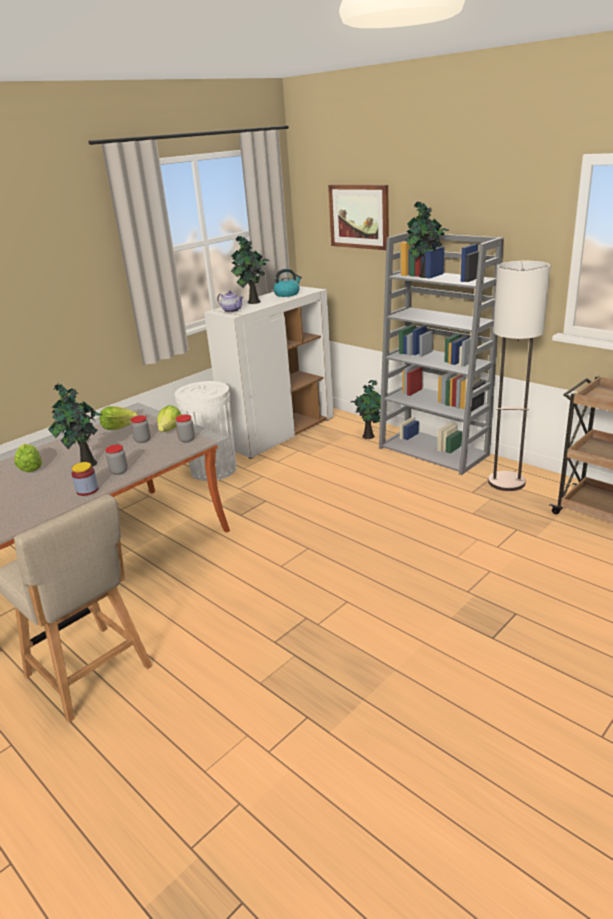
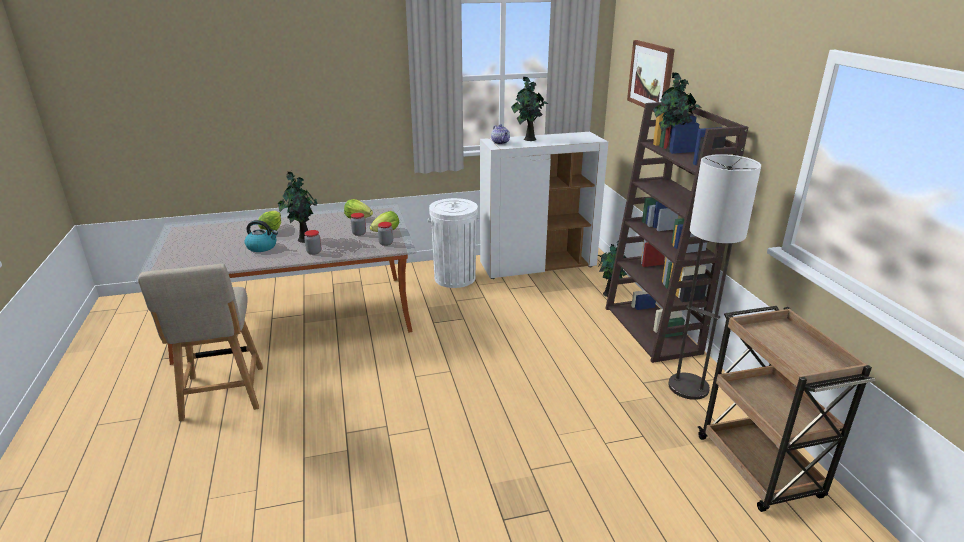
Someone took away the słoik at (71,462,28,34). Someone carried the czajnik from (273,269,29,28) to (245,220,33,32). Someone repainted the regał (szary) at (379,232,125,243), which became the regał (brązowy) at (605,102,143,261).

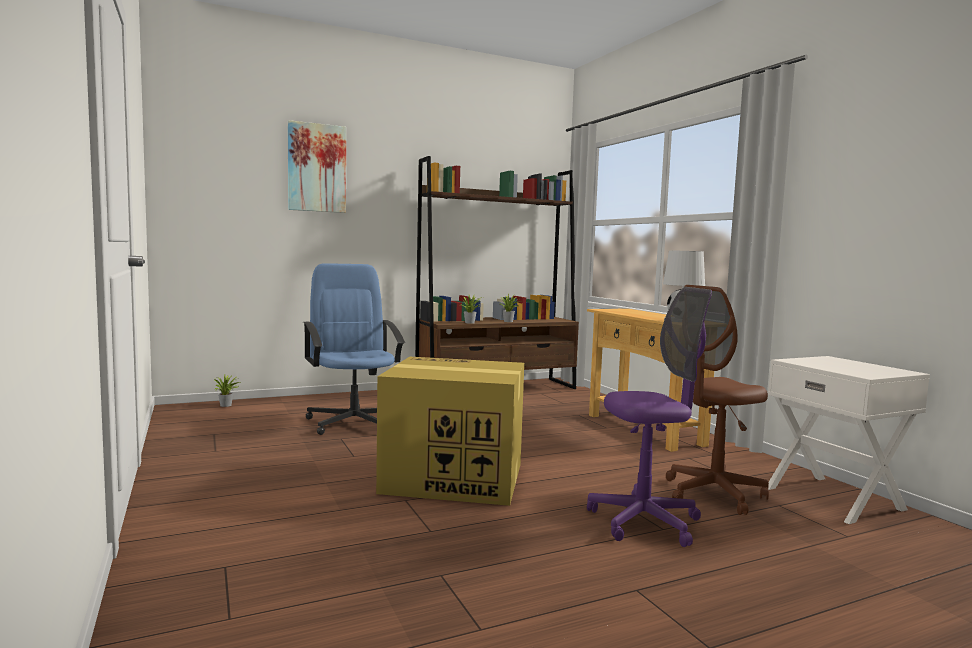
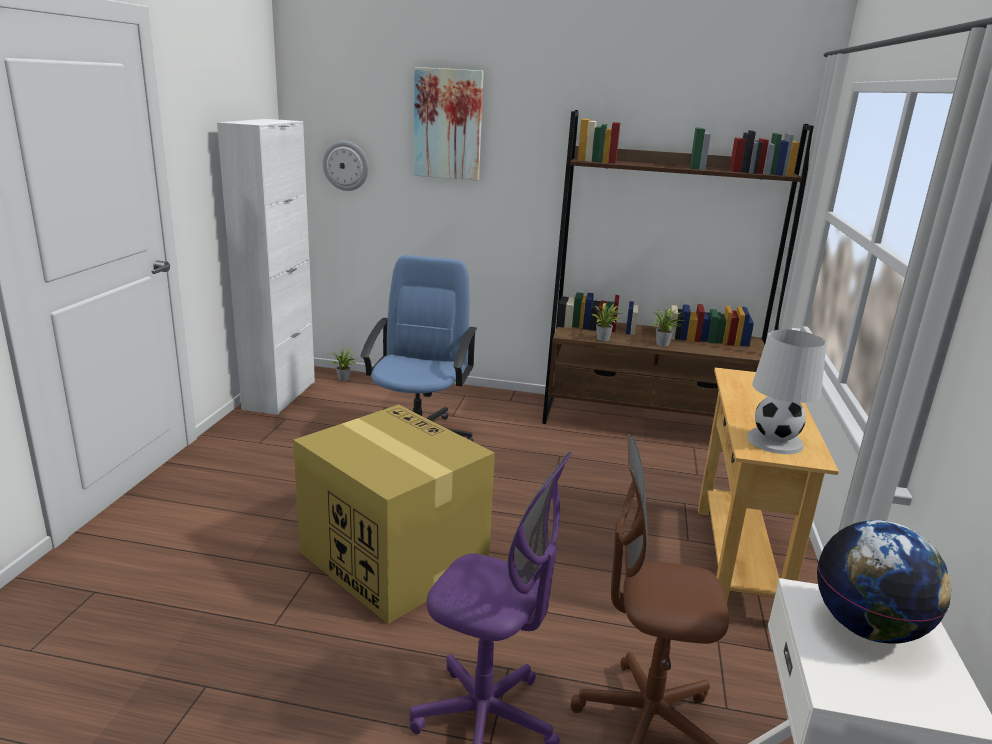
Someone put down the szafka (biały) at (217,119,98,296). Someone put up the zegar ścienny at (322,141,47,50). Someone put down the globus at (817,520,134,124).

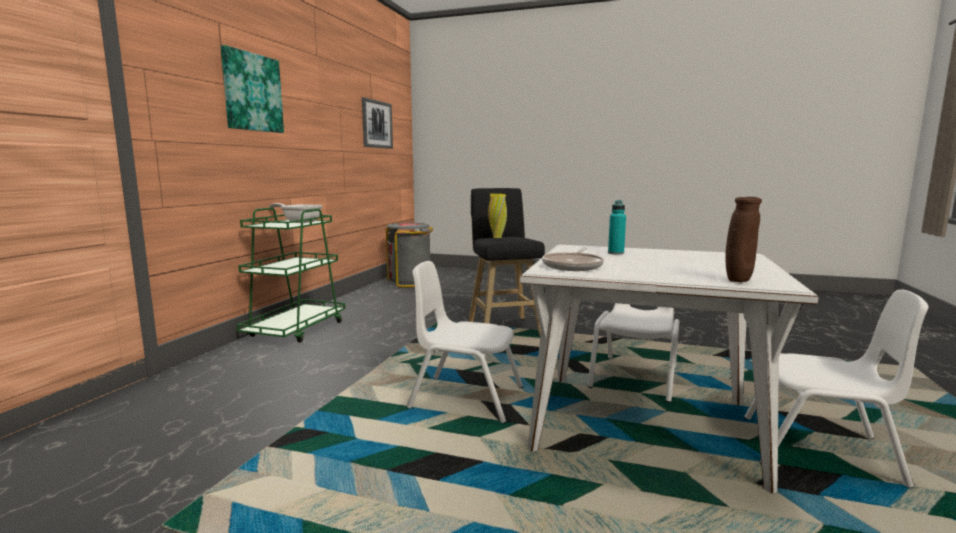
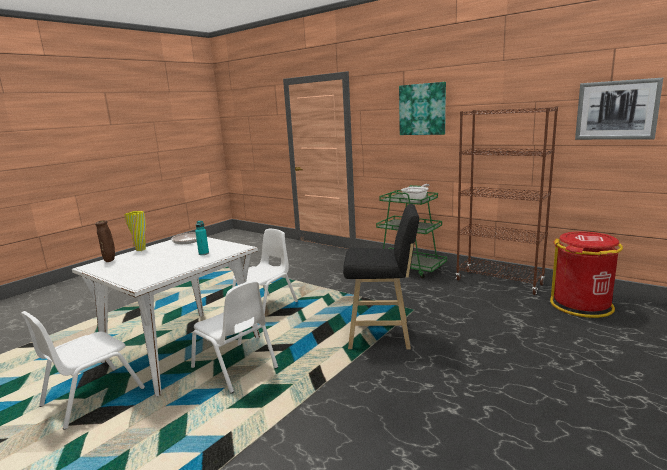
Someone repainted the kosz na śmieci (szary) at (386,223,47,65), which became the kosz na śmieci (czerwony) at (550,231,73,87). Someone carried the wazon (żółty) from (488,194,19,44) to (124,211,22,40). Someone put down the regał (brązowy) at (456,106,102,189).

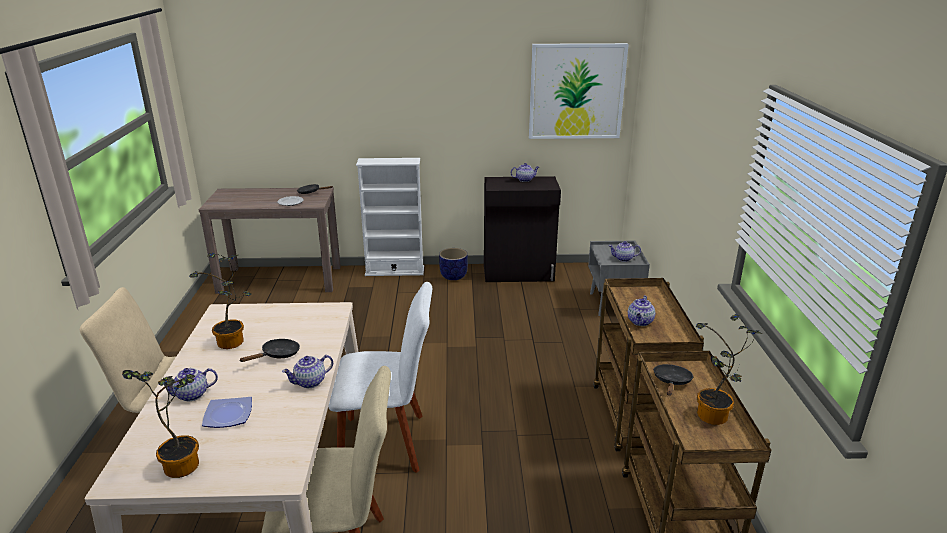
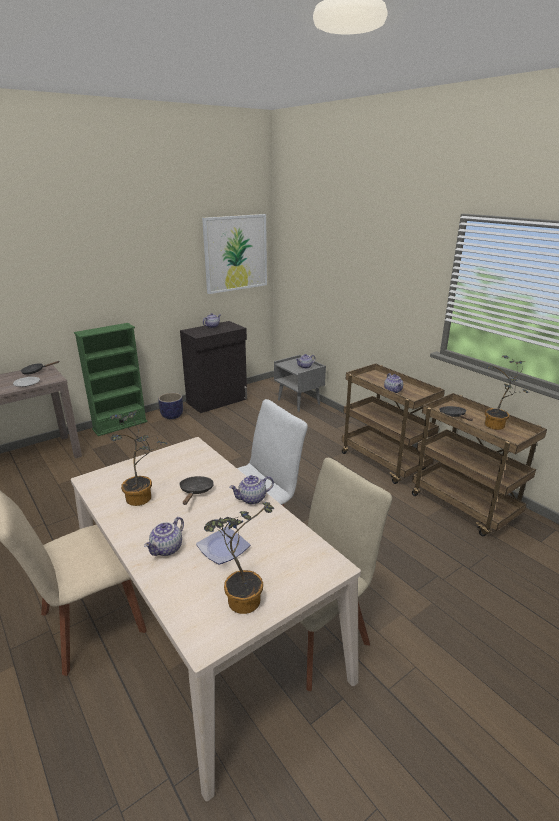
Someone rotated the imbryk at (282,355,51,33) by 45 degrees clockwise. Someone repainted the regał (biały) at (356,158,68,118), which became the regał (zielony) at (74,323,73,113).

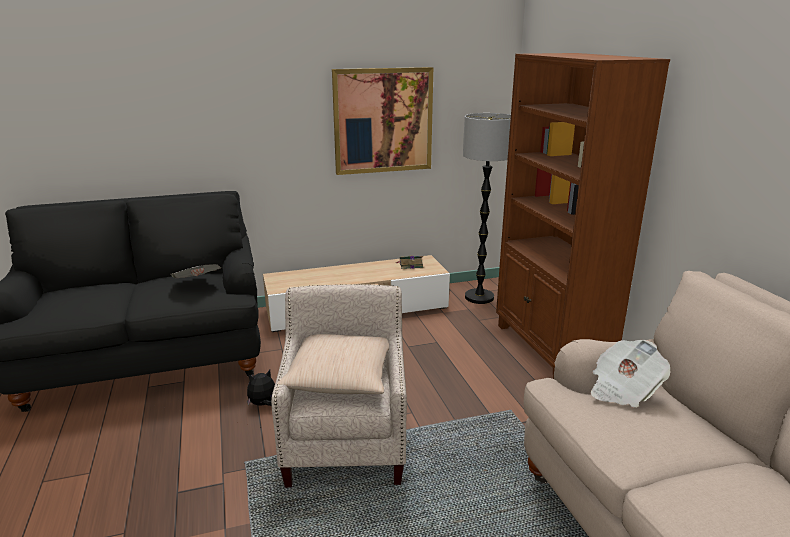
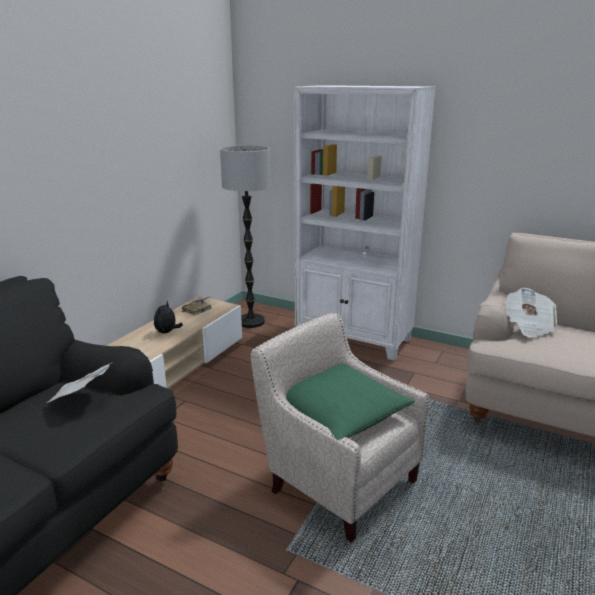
Someone carried the pluszak from (247,370,28,36) to (154,301,29,33). Someone repainted the poduszka (beżowy) at (277,334,112,60), which became the poduszka (zielony) at (286,364,129,76). Someone took away the obraz at (332,67,101,108). Someone repainted the regał (brązowy) at (496,53,174,326), which became the regał (biały) at (294,85,142,276).

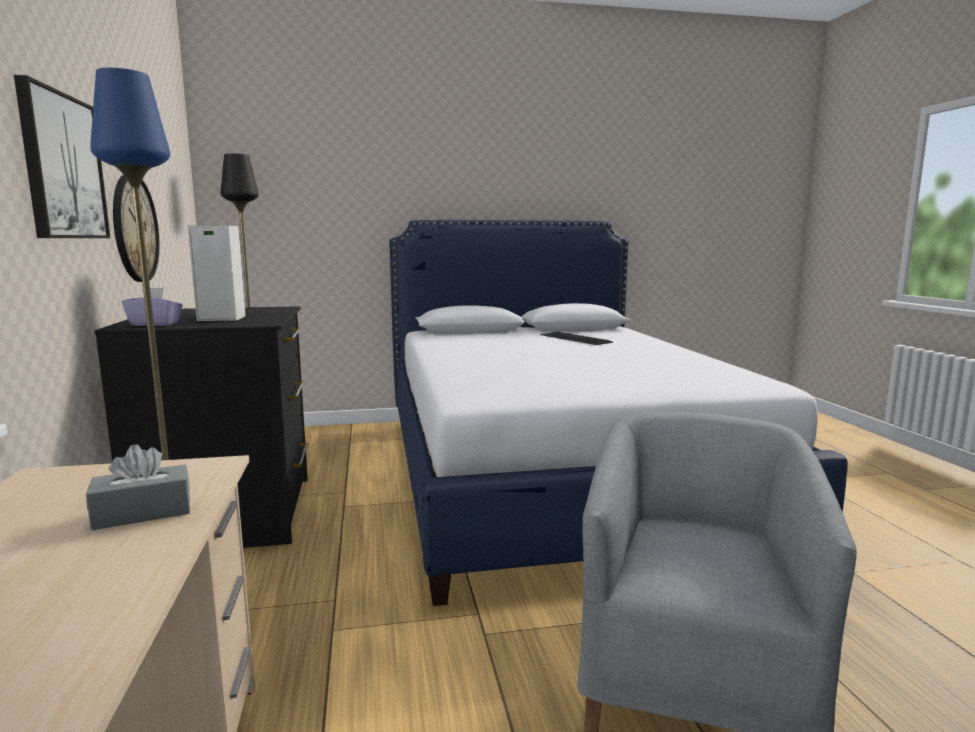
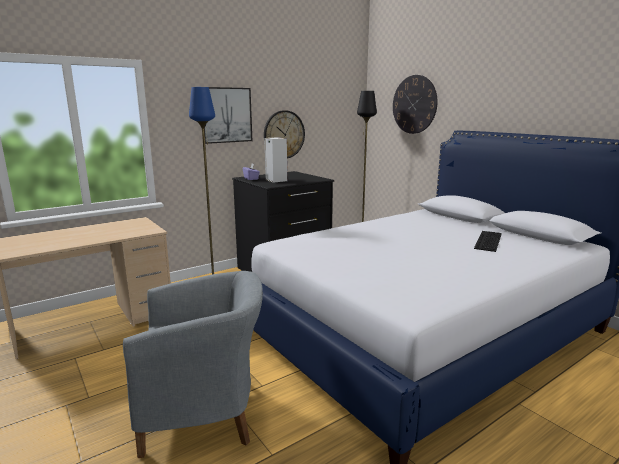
Someone took away the pudełko chusteczek (szary) at (86,444,104,86). Someone put up the zegar ścienny at (393,75,45,59).

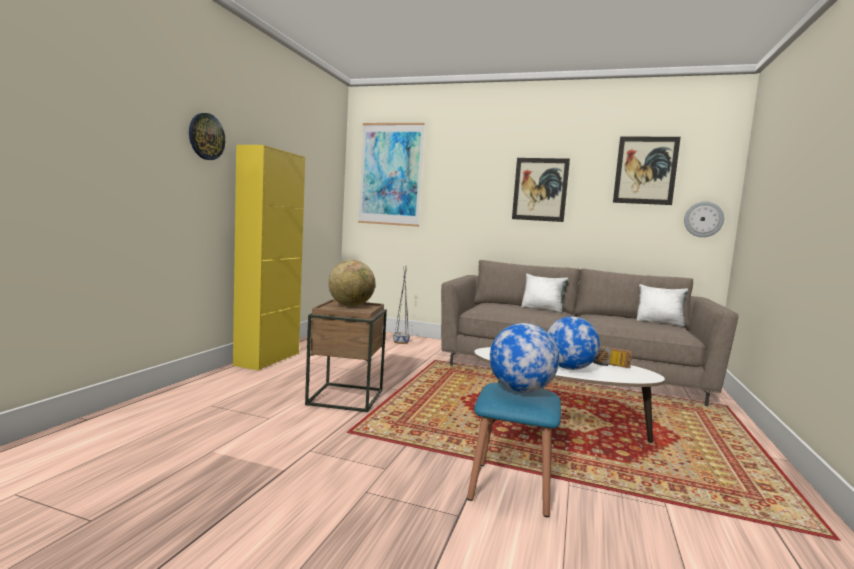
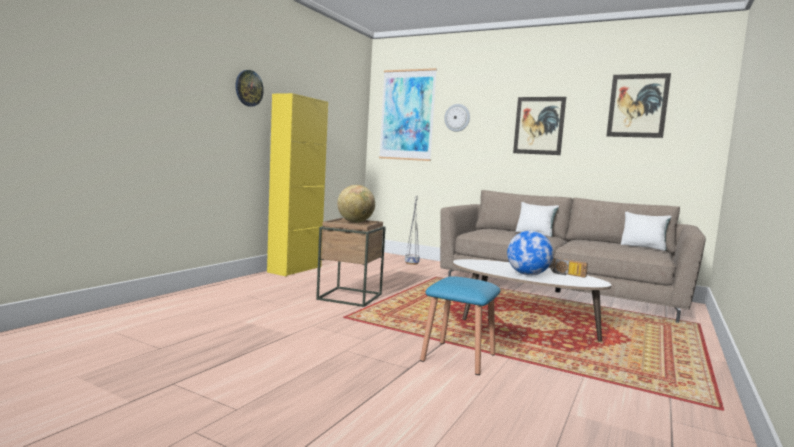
Someone took away the globus at (490,323,69,70). Someone carried the zegar ścienny from (684,201,40,36) to (444,104,26,28).

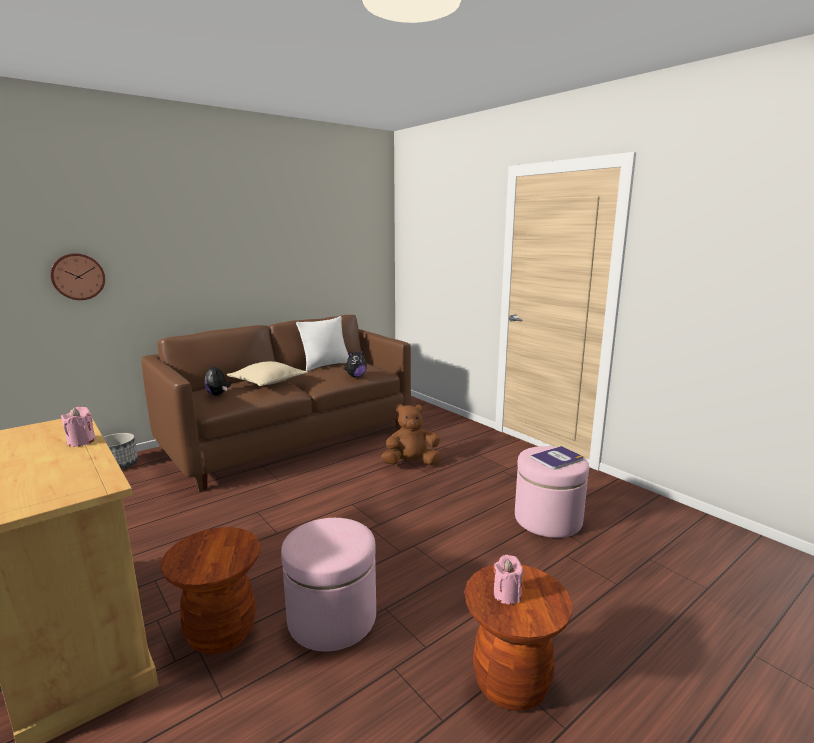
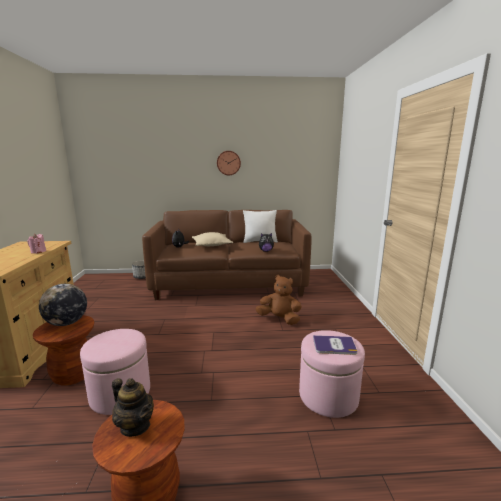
Someone carried the zegar ścienny from (50,253,55,47) to (217,151,24,24). Someone swapped the świeca (różowy) at (493,555,30,49) for the imbryk at (112,378,42,59). Someone put down the globus at (39,284,48,42).

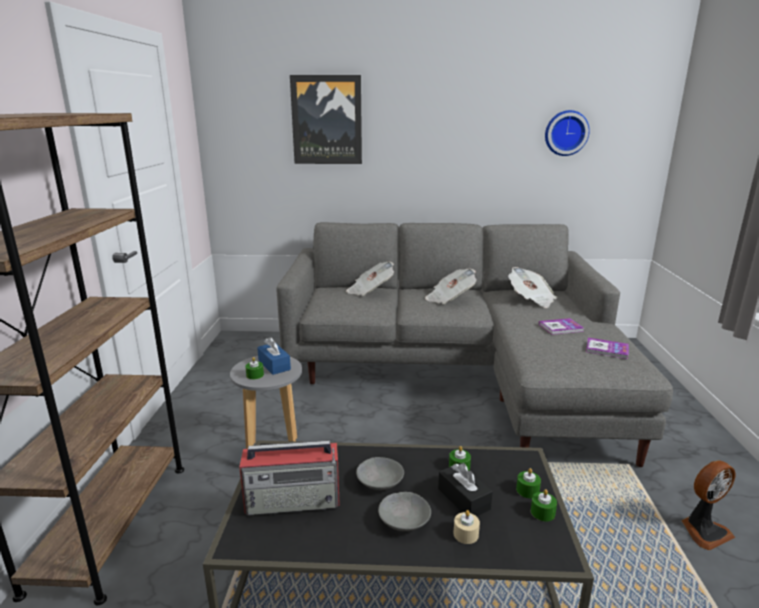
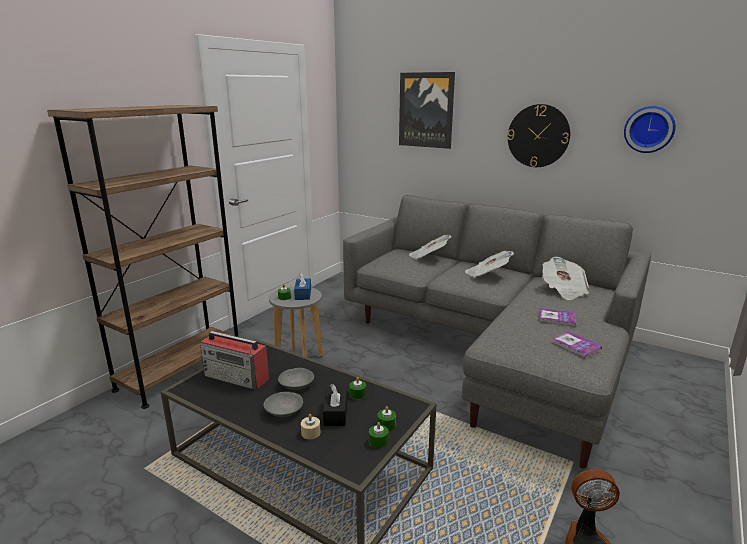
Someone put up the zegar ścienny at (507,104,63,63).

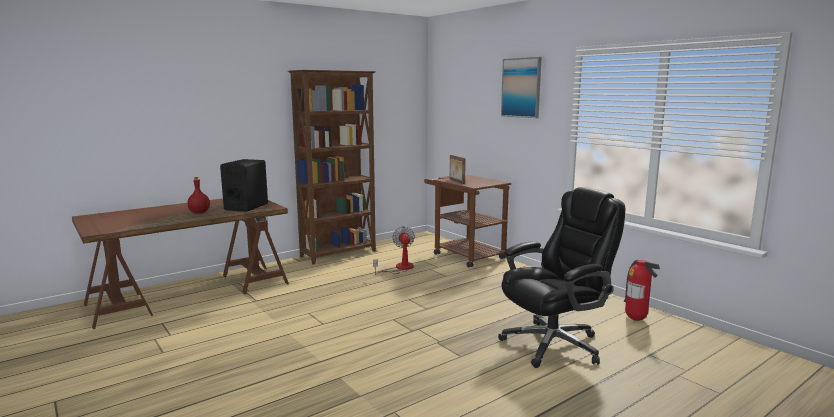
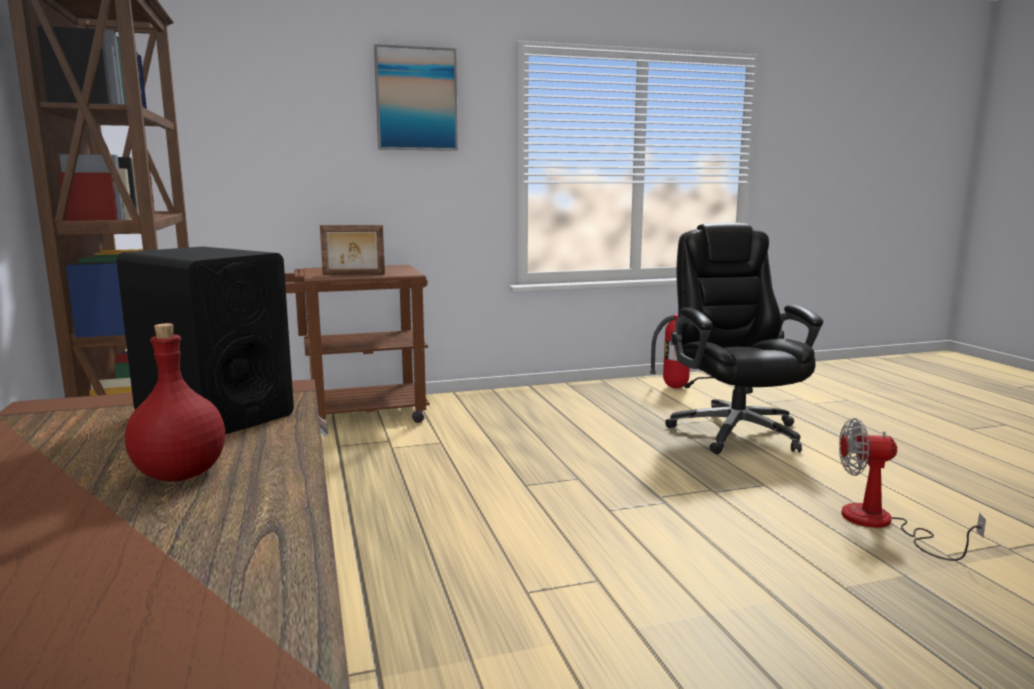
Someone carried the wentylator from (373,226,42,49) to (839,418,147,143).

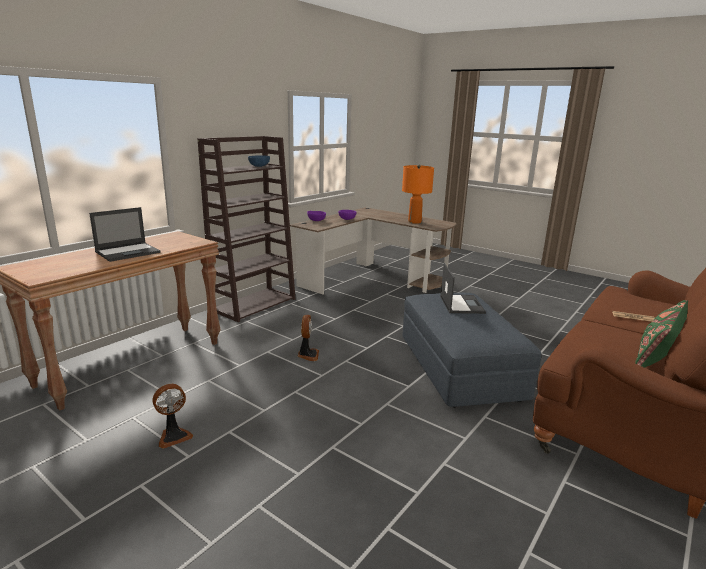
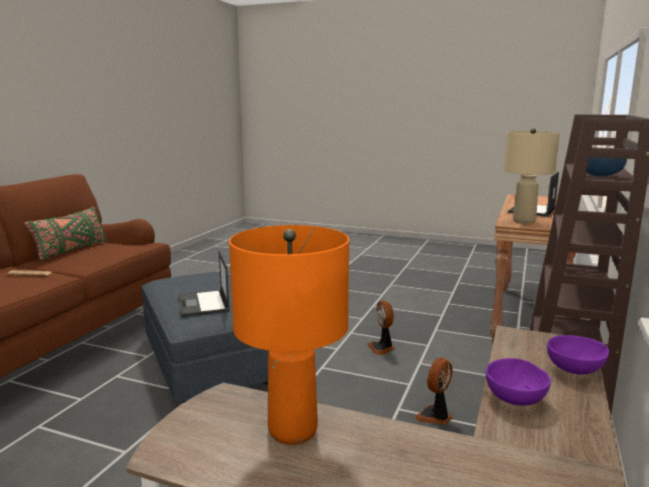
Someone carried the wentylator from (152,384,41,65) to (415,357,38,67). Someone put down the lampa stołowa (beżowy) at (504,128,56,95).

